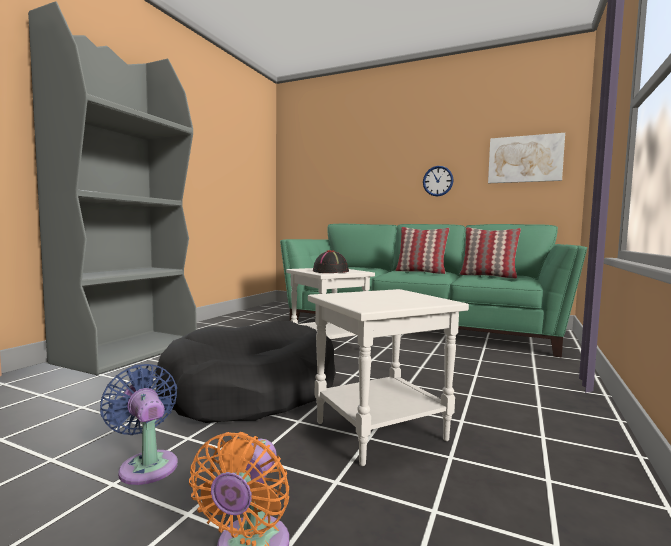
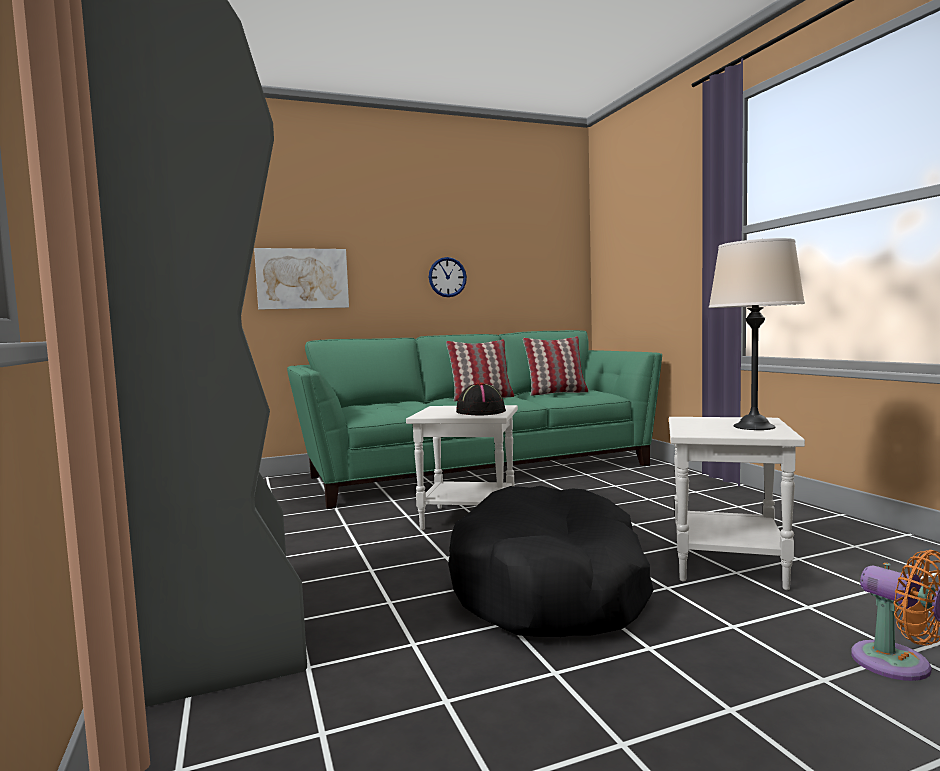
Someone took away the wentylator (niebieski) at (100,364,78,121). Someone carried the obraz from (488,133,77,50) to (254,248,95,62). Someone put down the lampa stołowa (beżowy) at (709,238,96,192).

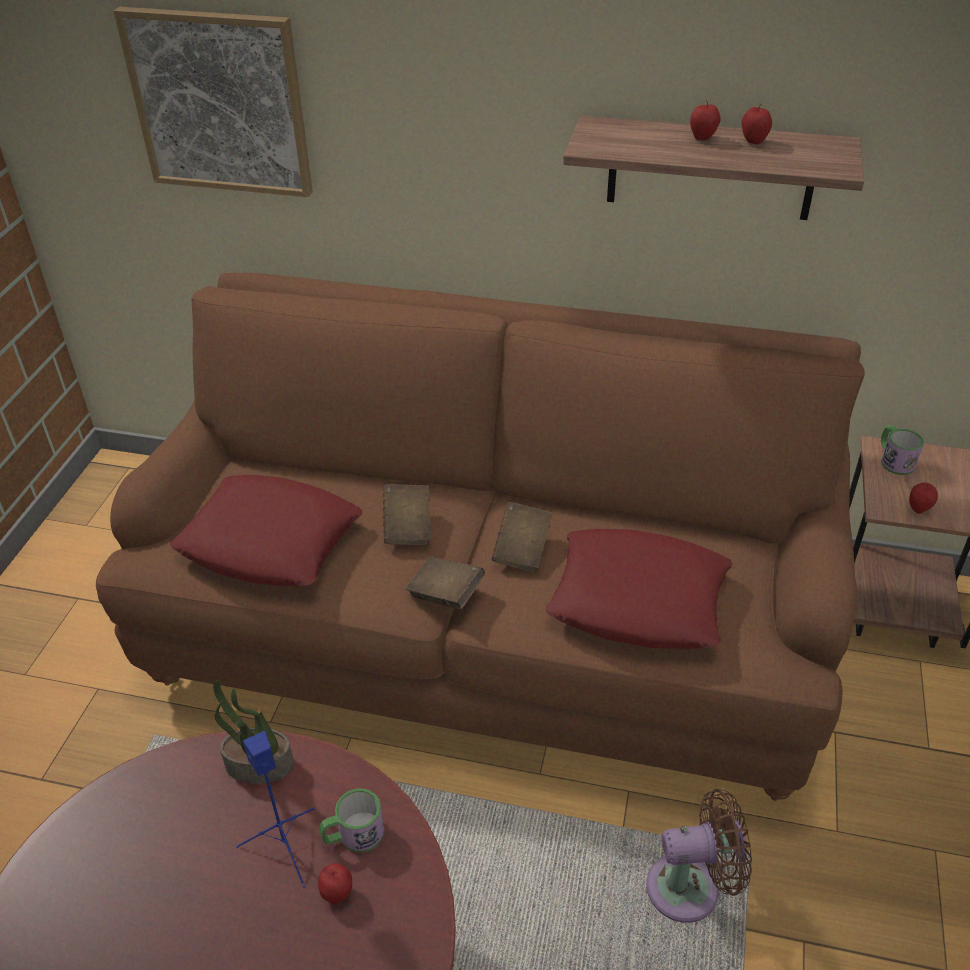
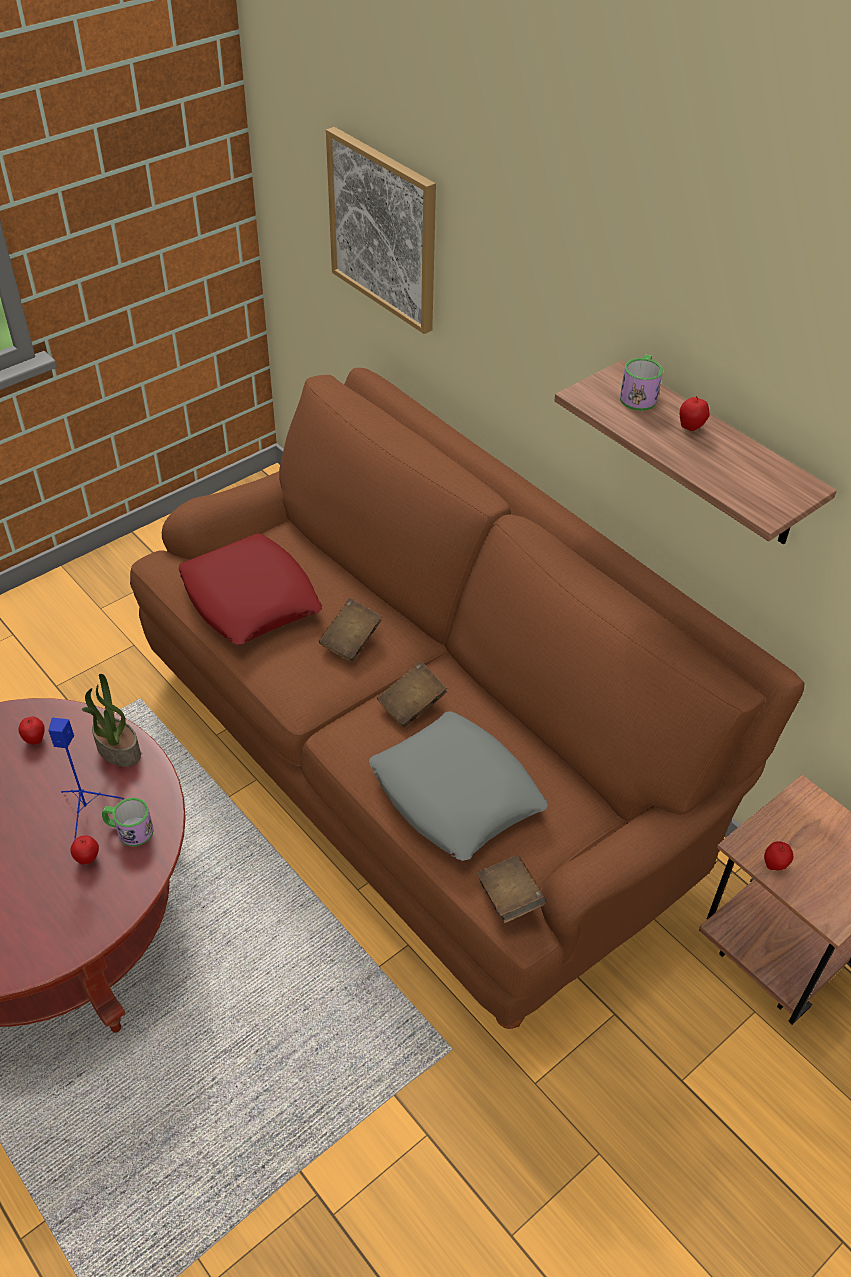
Someone carried the książka (brązowy) from (406,556,79,54) to (477,856,70,67). Someone repainted the poduszka (czerwony) at (546,529,187,120), which became the poduszka (szary) at (369,711,179,150). Someone took away the wentylator (brązowy) at (646,789,106,134). Someone carried the jabłko from (741,104,31,40) to (19,717,26,28). Someone carried the kubek from (881,425,43,50) to (620,355,43,56).

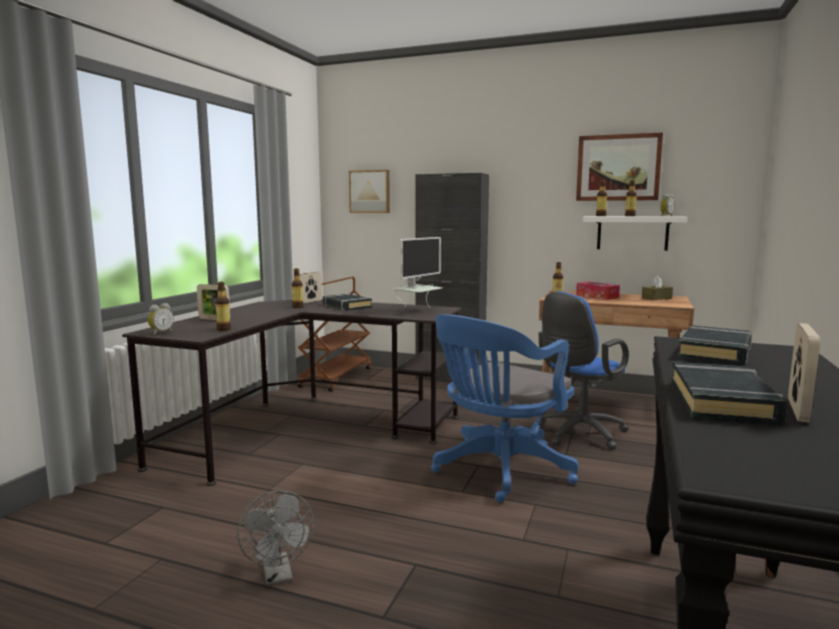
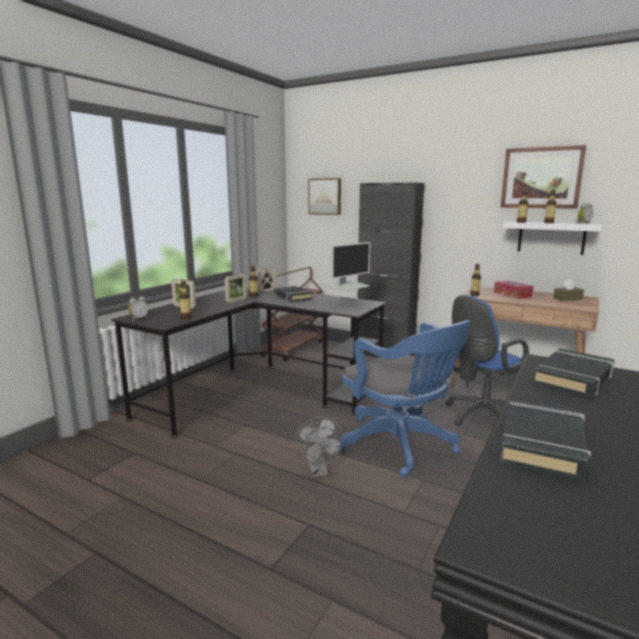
Someone carried the wentylator (szary) from (237,491,77,95) to (295,417,49,60). Someone rotated the krzesło biurowe (niebieski) at (431,314,148,189) by 90 degrees counterclockwise. Someone carried the ramka na zdjęcie from (788,323,32,100) to (225,274,22,29).

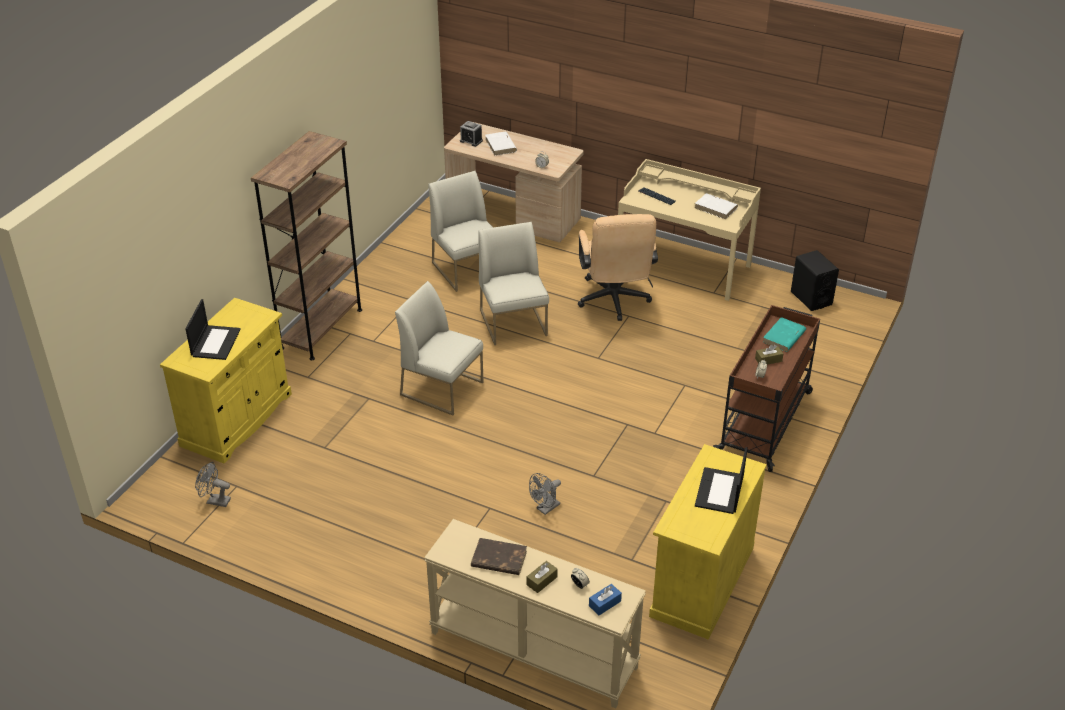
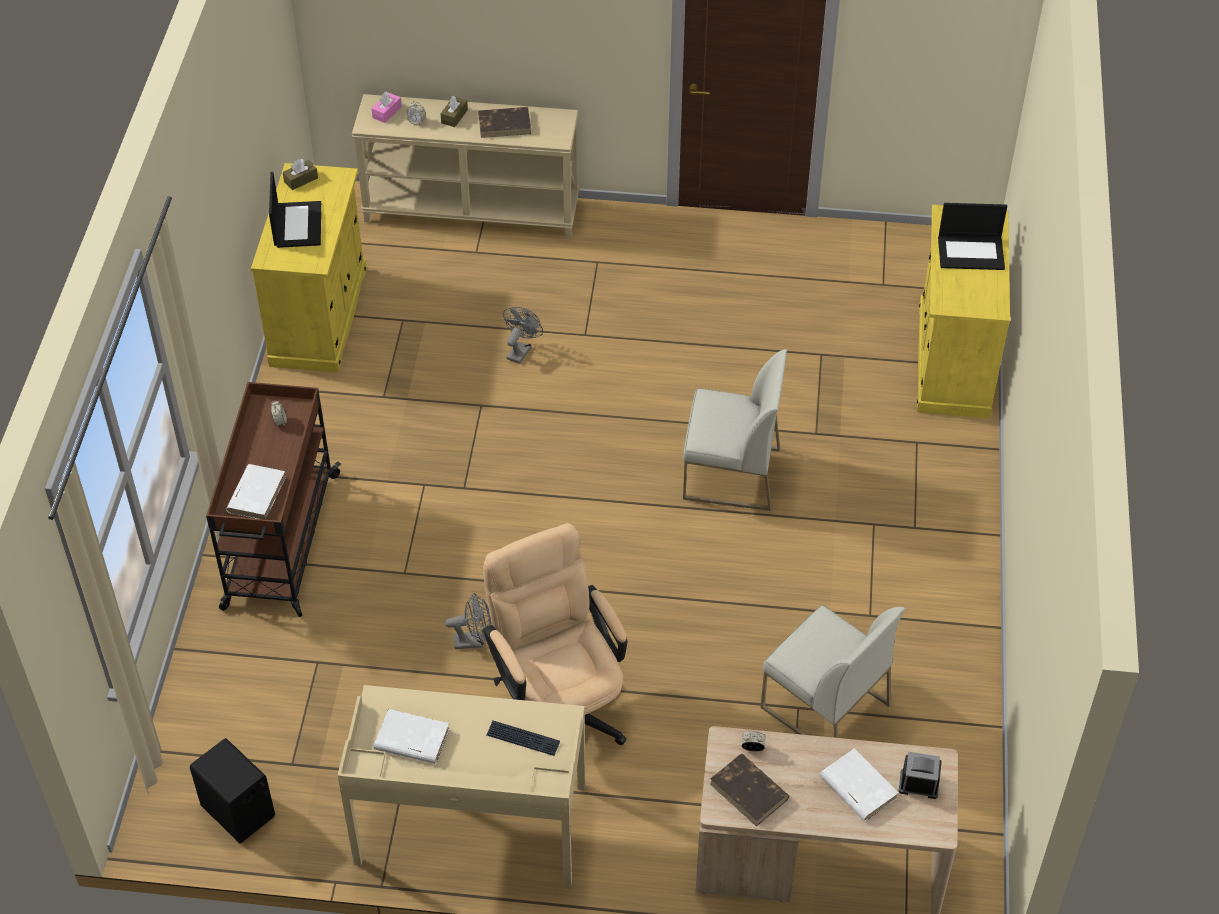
Someone rotated the laptop at (185,299,56,61) by 75 degrees counterclockwise. Someone carried the wentylator (szary) from (195,462,36,45) to (445,593,46,56). Someone took away the regał (brązowy) at (251,131,111,229). Someone took away the krzesło (biały) at (478,222,71,123). Someone repainted the pudełko chusteczek (niebieski) at (589,584,33,31), which became the pudełko chusteczek (różowy) at (371,91,31,32). Someone carried the pudełko chusteczek (brązowy) from (755,344,28,21) to (283,159,35,31). Someone repainted the książka (turkusowy) at (762,317,44,35), which became the książka (biały) at (226,464,60,55). Someone put down the książka (brązowy) at (710,754,79,73).

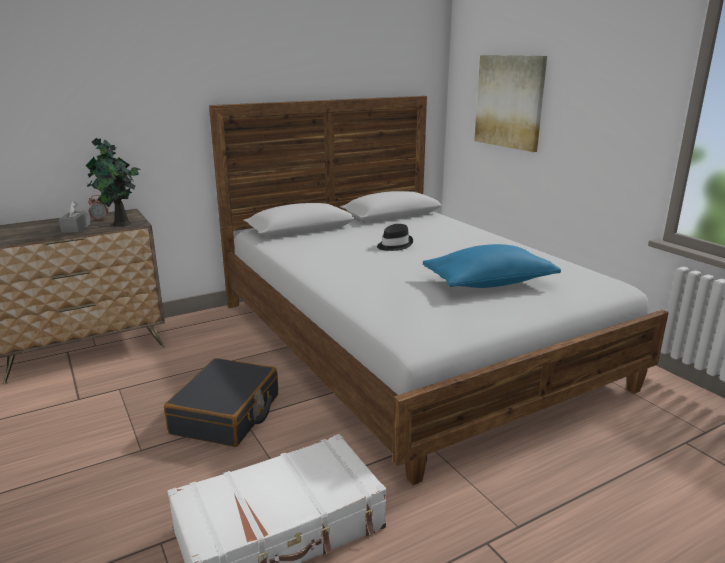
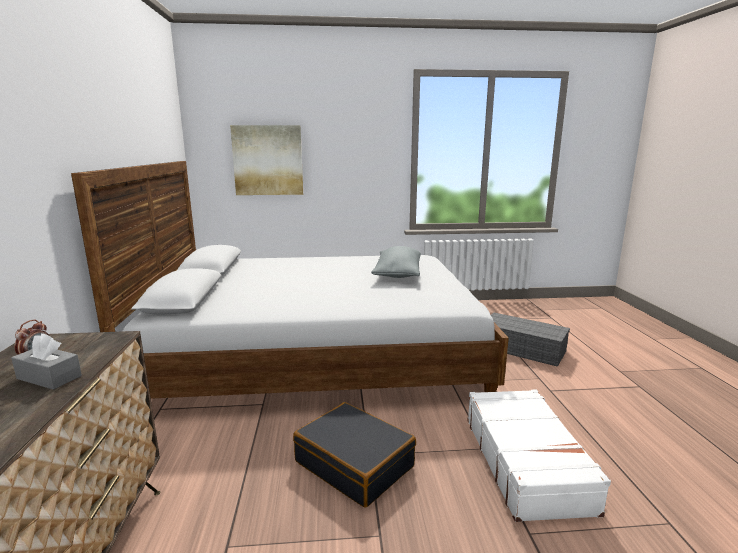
Someone took away the roślina doniczkowa at (86,138,54,89). Someone took away the kapelusz (czarny) at (377,224,36,27). Someone repainted the poduszka (niebieski) at (423,244,138,44), which became the poduszka (szary) at (371,246,50,32). Someone put down the pojemnik do przechowywania (szary) at (491,312,79,55).

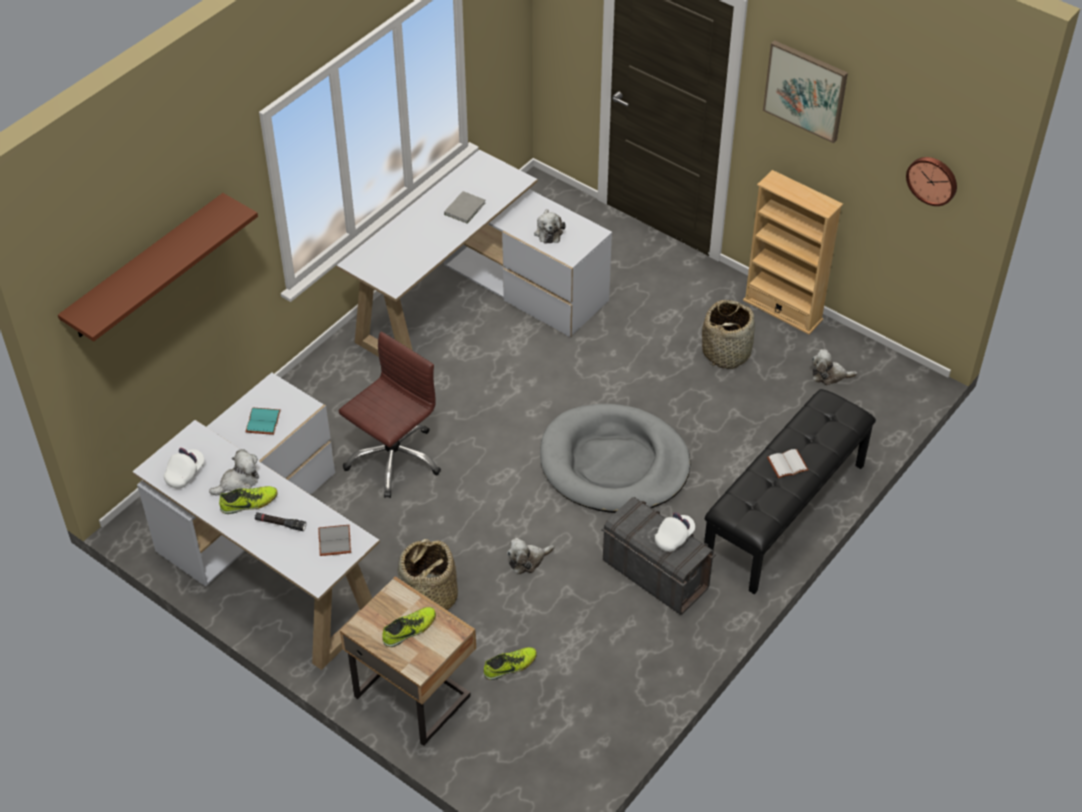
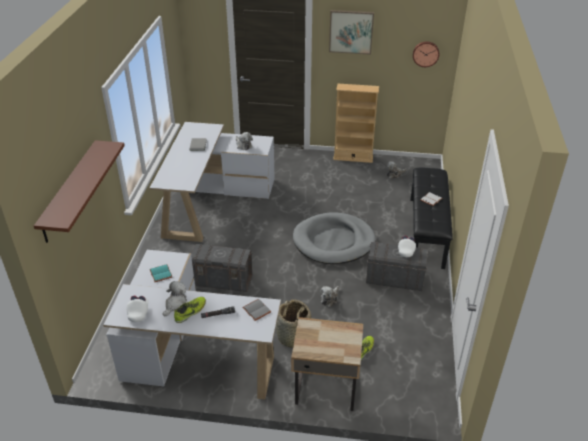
Someone swapped the krzesło biurowe (brązowy) at (339,332,102,166) for the pojemnik do przechowywania (szary) at (191,244,62,48). Someone took away the but at (382,607,54,40). Someone took away the koszyk at (702,300,53,69).

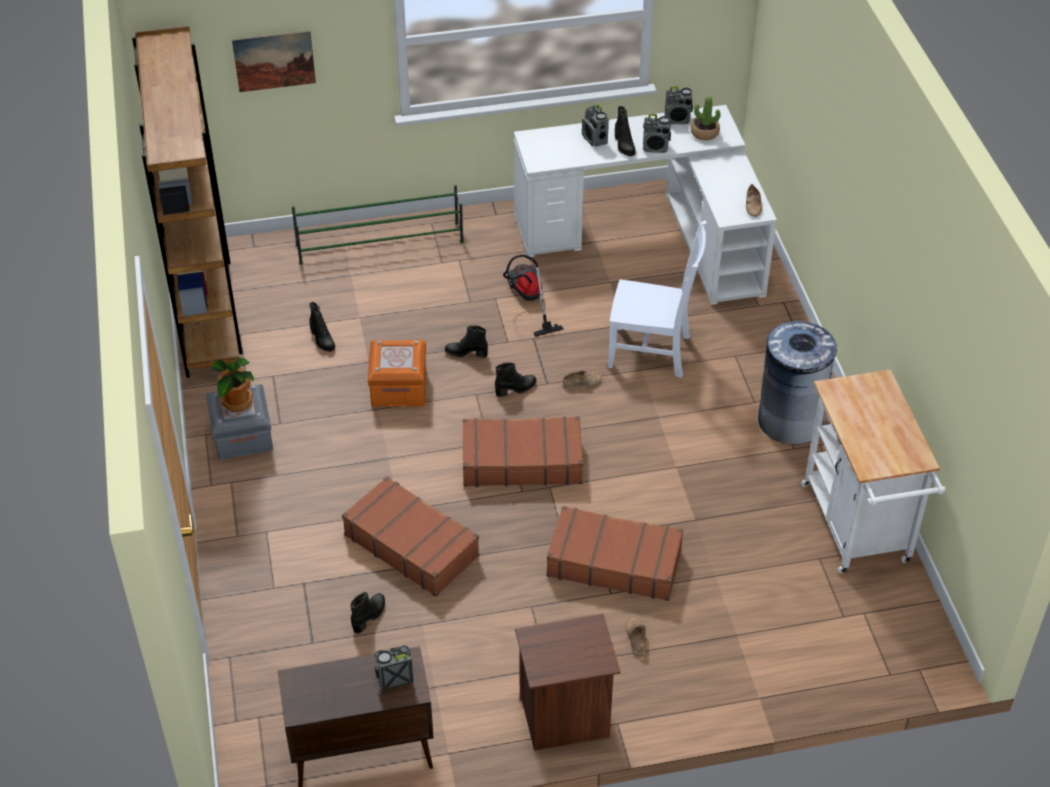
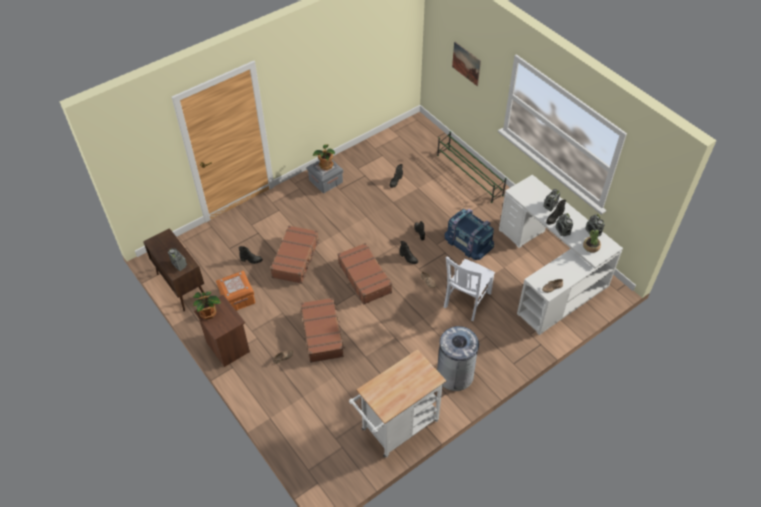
Someone took away the regał (brązowy) at (132,26,110,352). Someone carried the pojemnik do przechowywania (pomarańczowy) from (368,340,58,67) to (216,271,39,40). Someone swapped the odkurzacz at (503,255,60,82) for the pojemnik do przechowywania (niebieski) at (445,209,49,51). Someone rotated the krzesło (biały) at (608,220,99,158) by 45 degrees clockwise. Someone put down the roślina doniczkowa at (193,291,28,29).

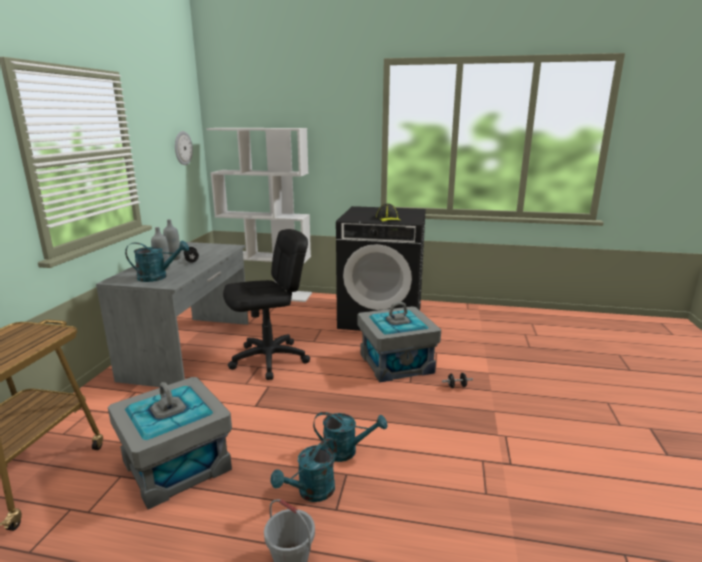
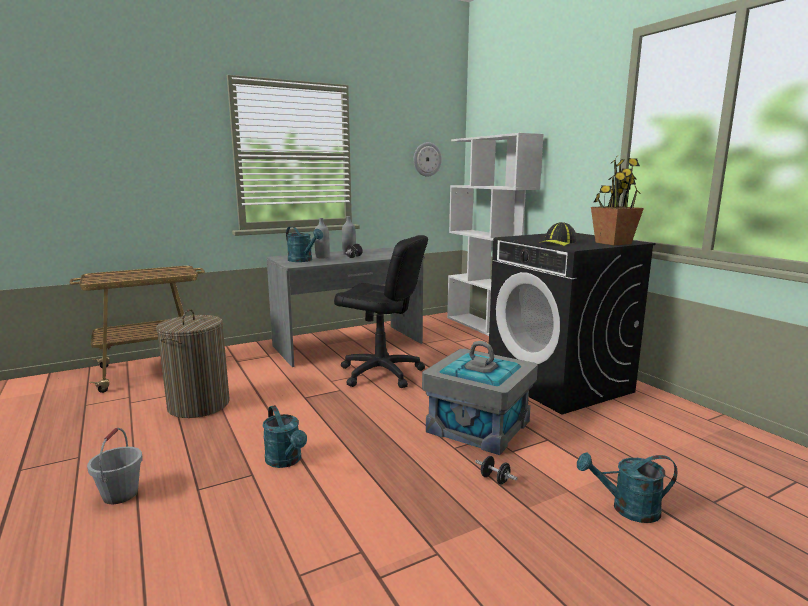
Someone swapped the pojemnik do przechowywania (szary) at (108,377,124,133) for the kosz na pranie at (156,309,74,109). Someone carried the konewka (turkusowy) from (270,437,67,65) to (577,452,101,71). Someone put down the roślina doniczkowa at (591,156,53,89).

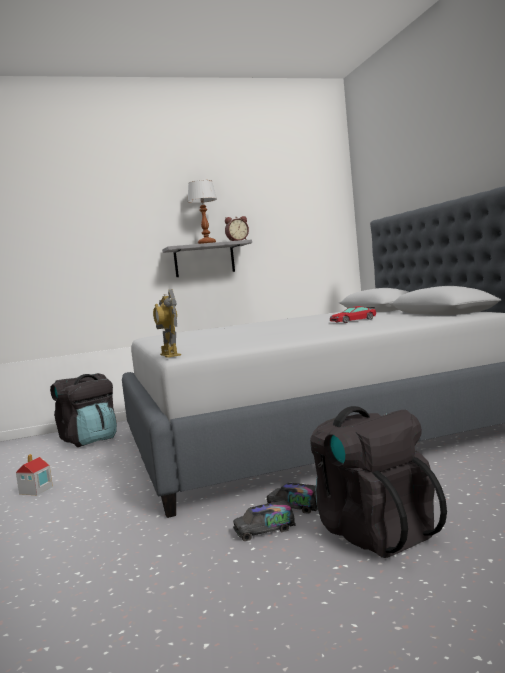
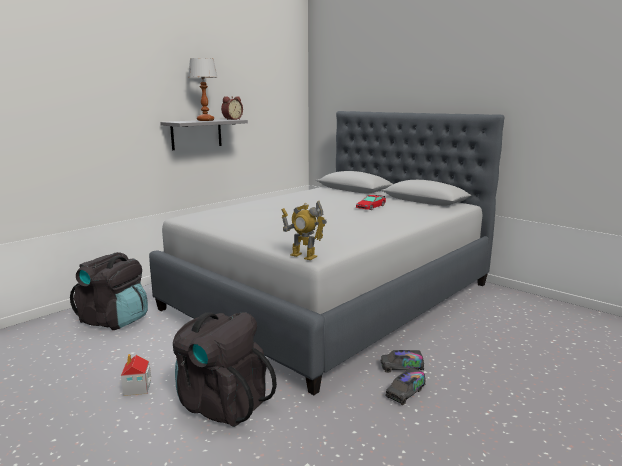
Someone carried the plecak (czarny) from (310,406,137,152) to (173,312,104,115).

